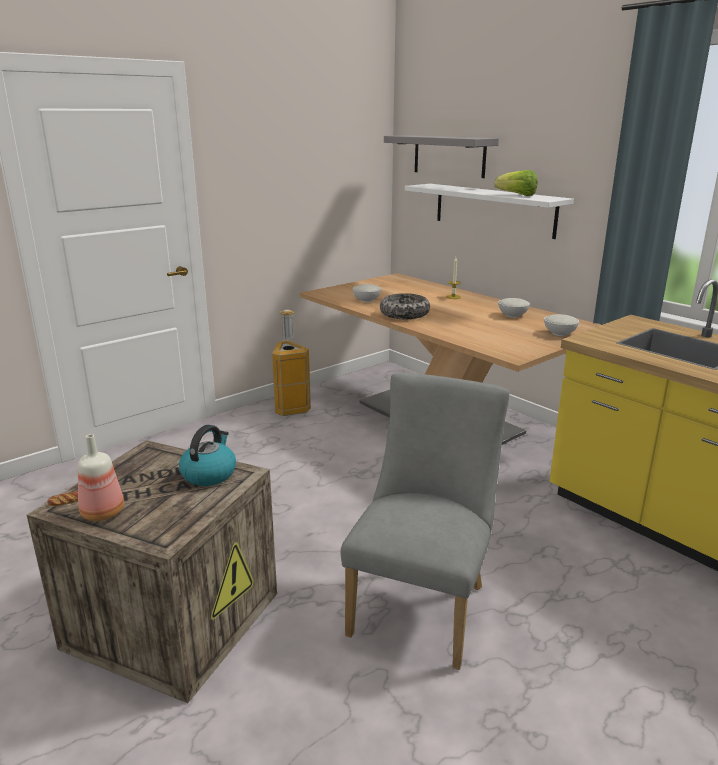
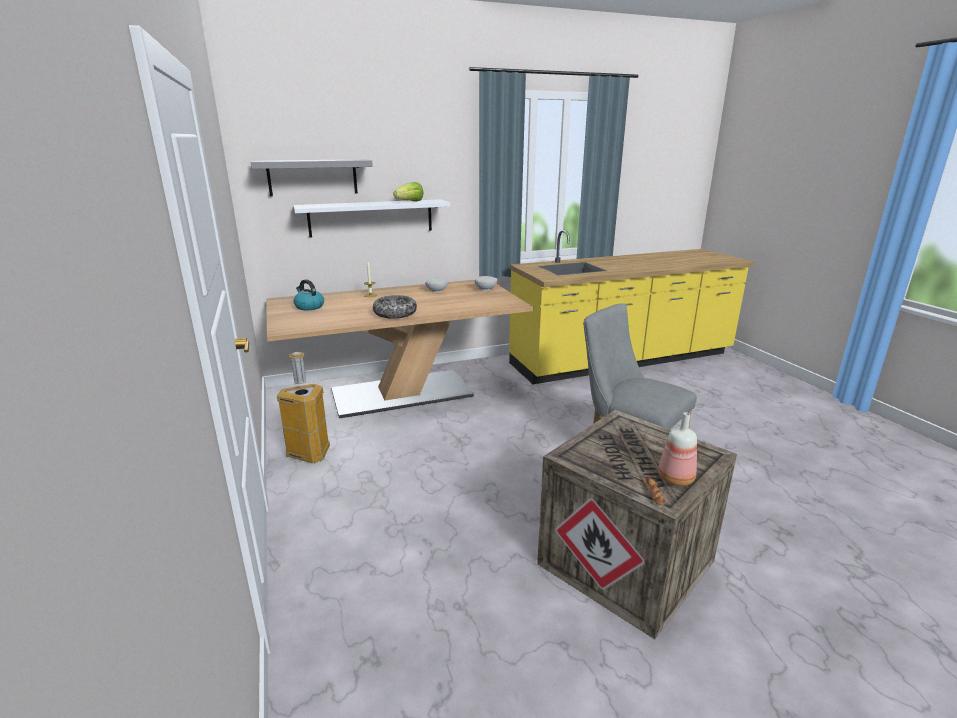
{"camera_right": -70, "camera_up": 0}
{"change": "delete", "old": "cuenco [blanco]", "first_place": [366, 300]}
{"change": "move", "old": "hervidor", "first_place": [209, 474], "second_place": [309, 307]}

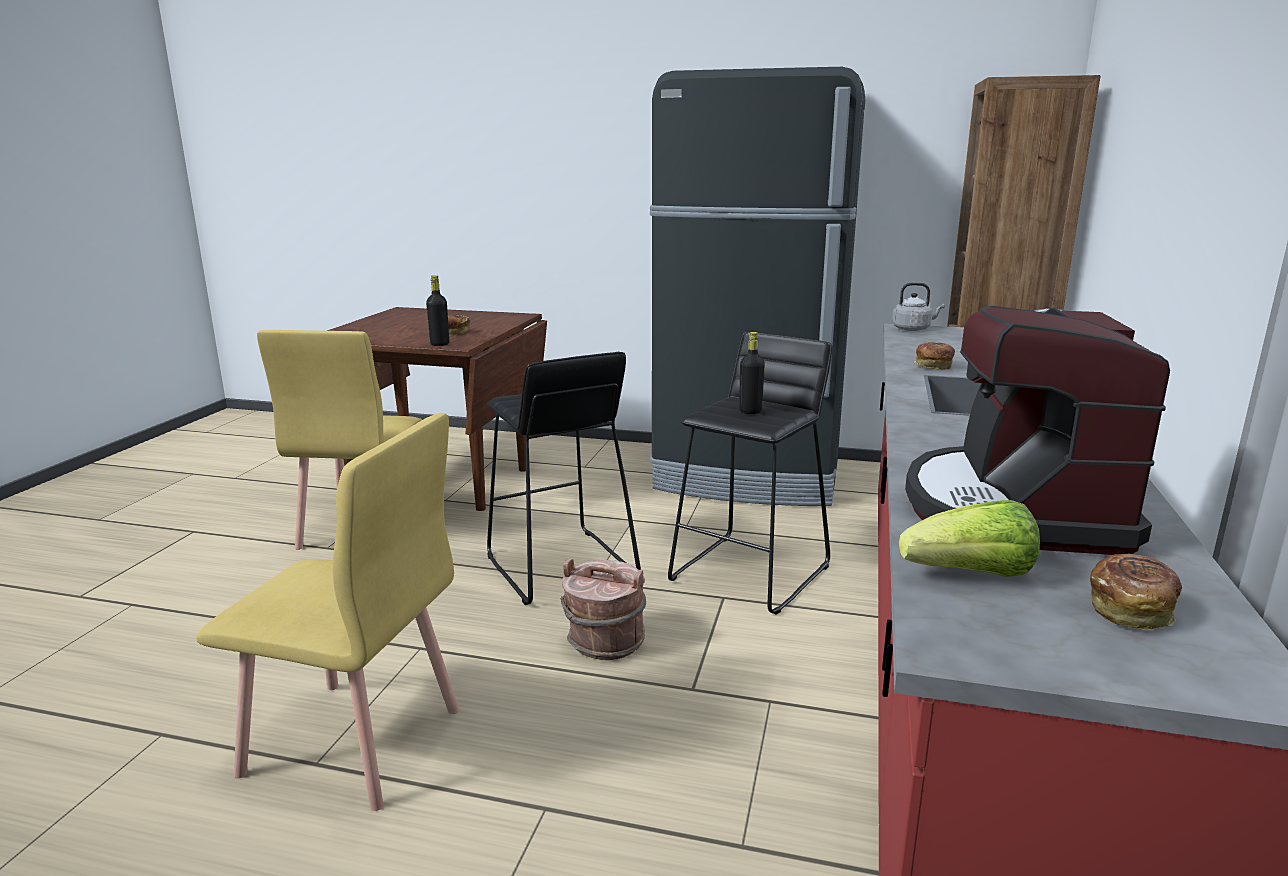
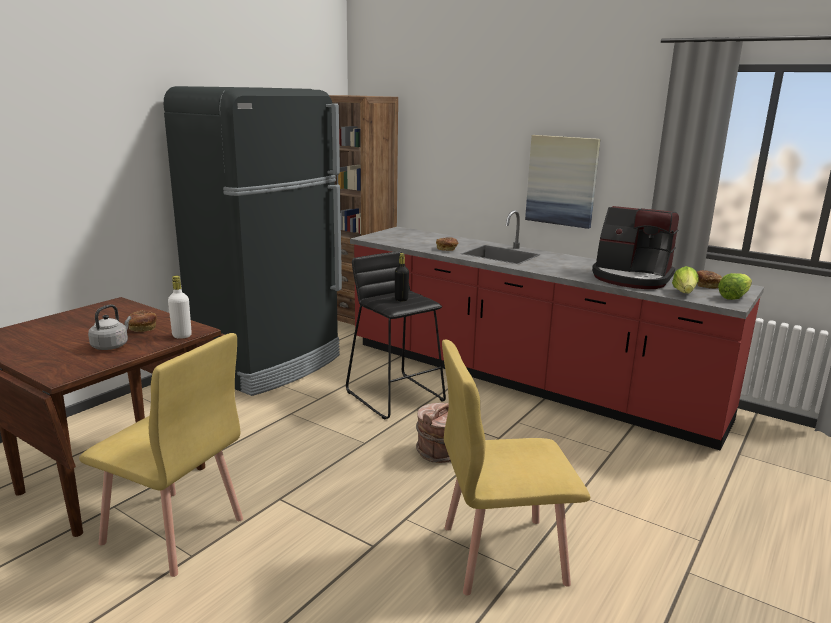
{"camera_right": -70, "camera_up": 0}
{"change": "recolor", "old": "botella [negro]", "new": "botella [blanco]", "first_place": [440, 344], "second_place": [182, 336]}
{"change": "move", "old": "hervidor [gris]", "first_place": [913, 329], "second_place": [111, 346]}
{"change": "delete", "old": "taburete [negro]", "first_place": [559, 567]}
{"change": "rotate", "old": "silla [amarillo]", "first_place": [353, 742], "second_place": [502, 554], "degrees": -135}
{"change": "insert", "new": "cuadro", "second_place": [562, 181]}
{"change": "insert", "new": "lechuga", "second_place": [734, 297]}

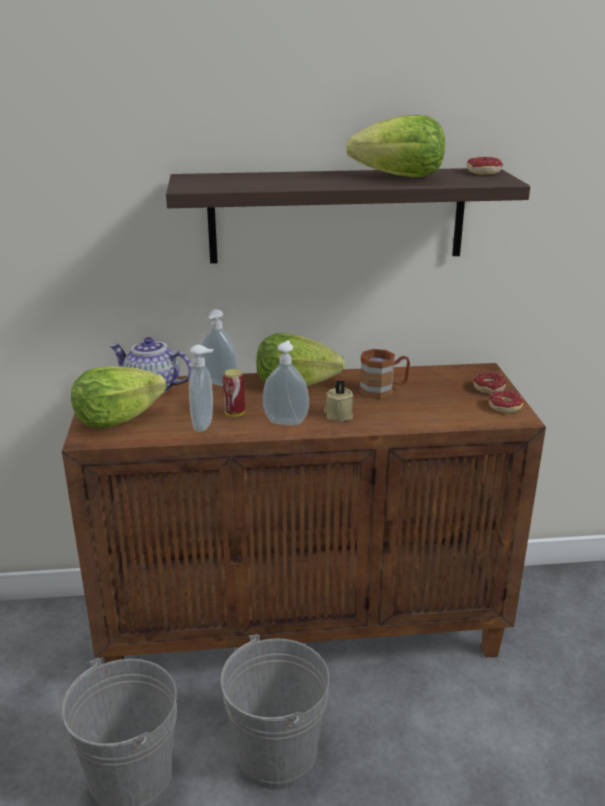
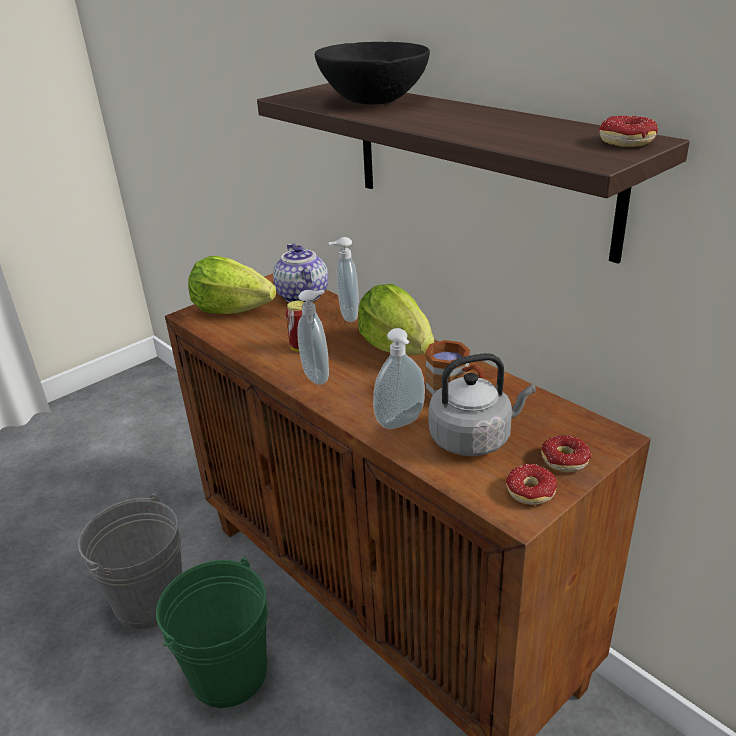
{"camera_right": 55, "camera_up": 5}
{"change": "delete", "old": "lechuga", "first_place": [400, 177]}
{"change": "move", "old": "dispensador de jabón", "first_place": [205, 425], "second_place": [401, 423]}
{"change": "delete", "old": "vela [beis]", "first_place": [338, 415]}
{"change": "recolor", "old": "cubo [gris]", "new": "cubo [verde]", "first_place": [277, 754], "second_place": [229, 672]}
{"change": "insert", "new": "cuenco [negro]", "second_place": [374, 100]}
{"change": "insert", "new": "hervidor [gris]", "second_place": [474, 438]}

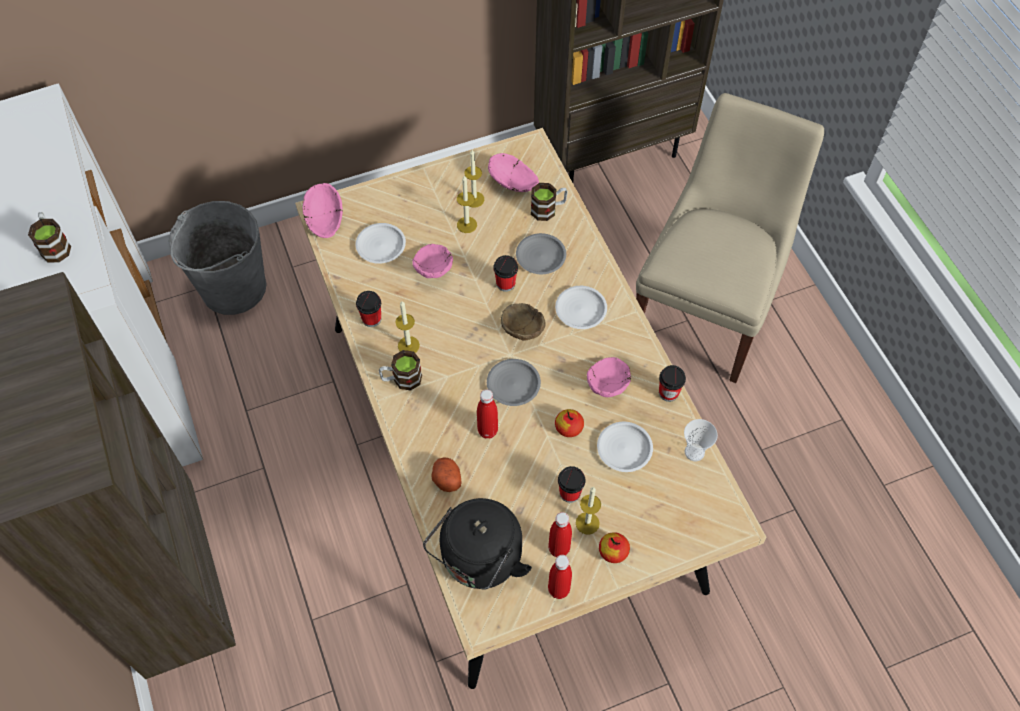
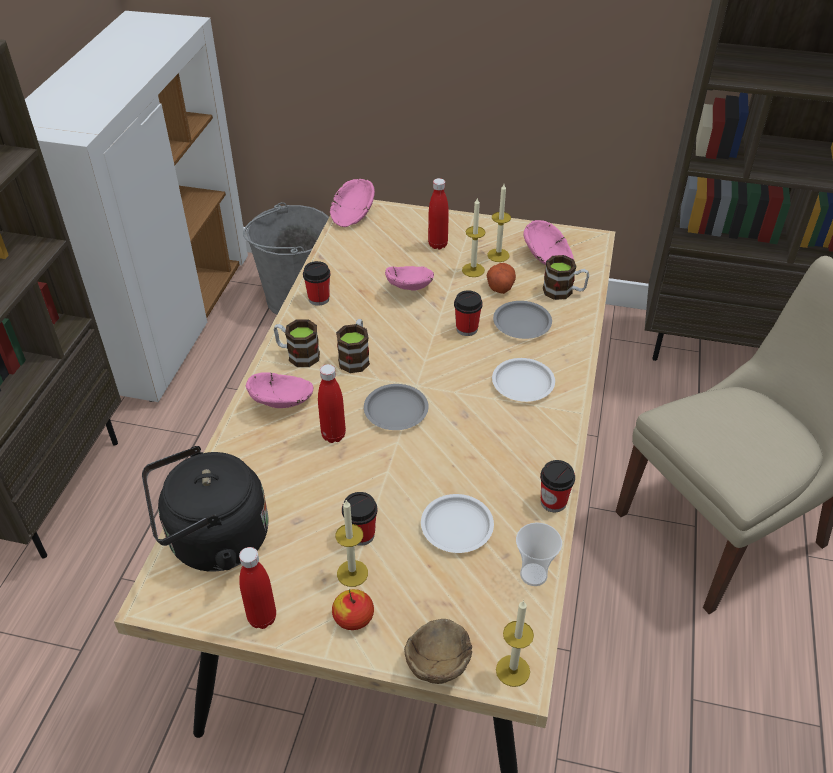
{"camera_right": 35, "camera_up": -15}
{"change": "move", "old": "taza grande", "first_place": [54, 245], "second_place": [355, 357]}
{"change": "delete", "old": "plato [blanco]", "first_place": [381, 246]}
{"change": "move", "old": "vela", "first_place": [408, 345], "second_place": [512, 670]}
{"change": "move", "old": "cuenco [marrón]", "first_place": [522, 327], "second_place": [440, 660]}
{"change": "move", "old": "cuenco [rosa]", "first_place": [609, 383], "second_place": [284, 402]}
{"change": "delete", "old": "manzana", "first_place": [568, 428]}
{"change": "move", "old": "patata", "first_place": [446, 479], "second_place": [500, 285]}
{"change": "move", "old": "botella [rojo]", "first_place": [559, 548], "second_place": [437, 244]}

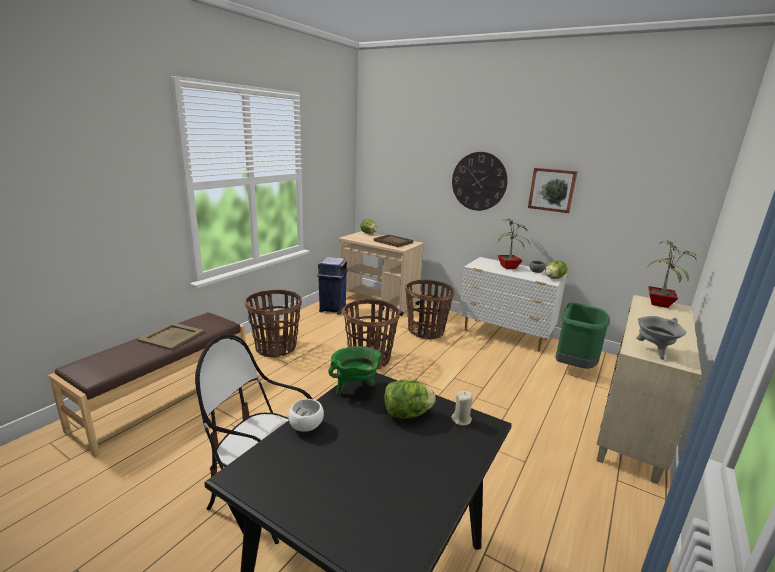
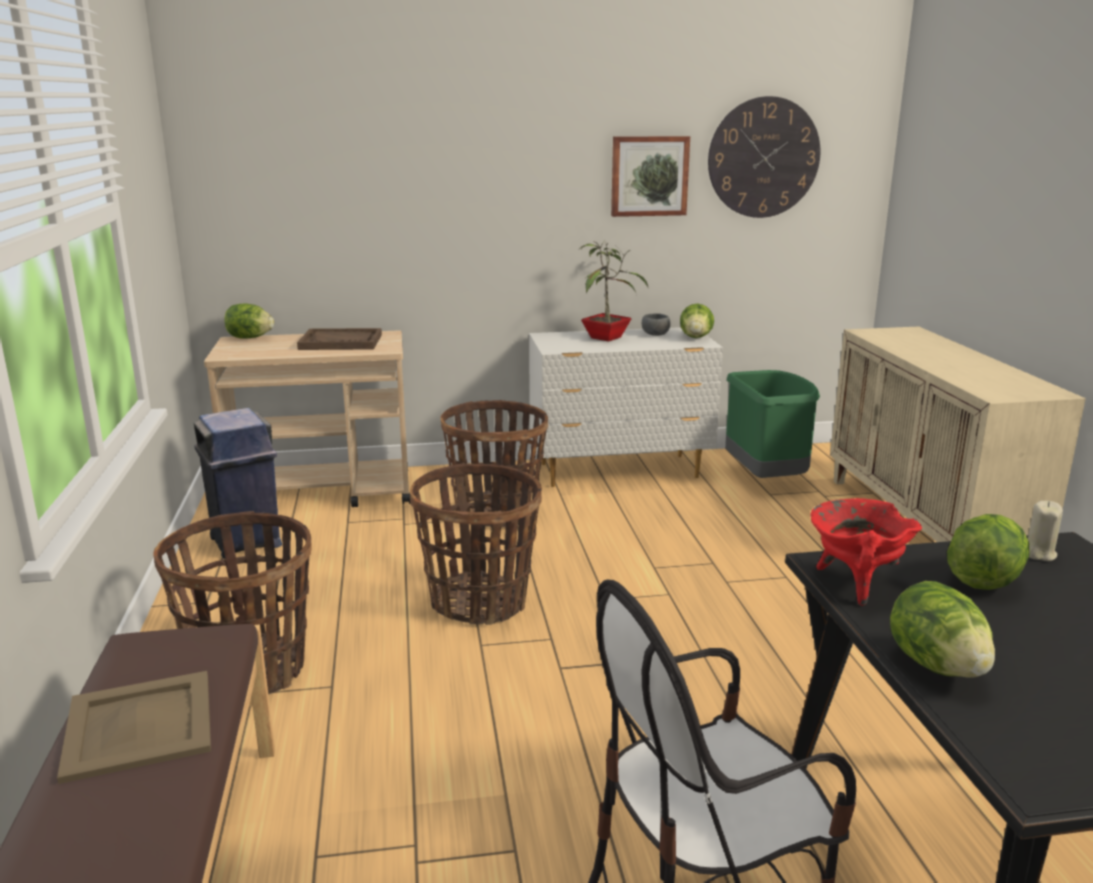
{"camera_right": -40, "camera_up": 0}
{"change": "move", "old": "reloj de pared", "first_place": [479, 181], "second_place": [763, 158]}
{"change": "delete", "old": "planta en maceta", "first_place": [660, 304]}
{"change": "delete", "old": "olla [gris]", "first_place": [654, 351]}
{"change": "recolor", "old": "olla [verde]", "new": "olla [rojo]", "first_place": [355, 387], "second_place": [855, 583]}
{"change": "replace", "old": "cuenco [blanco]", "new": "lechuga", "first_place": [307, 426], "second_place": [937, 666]}

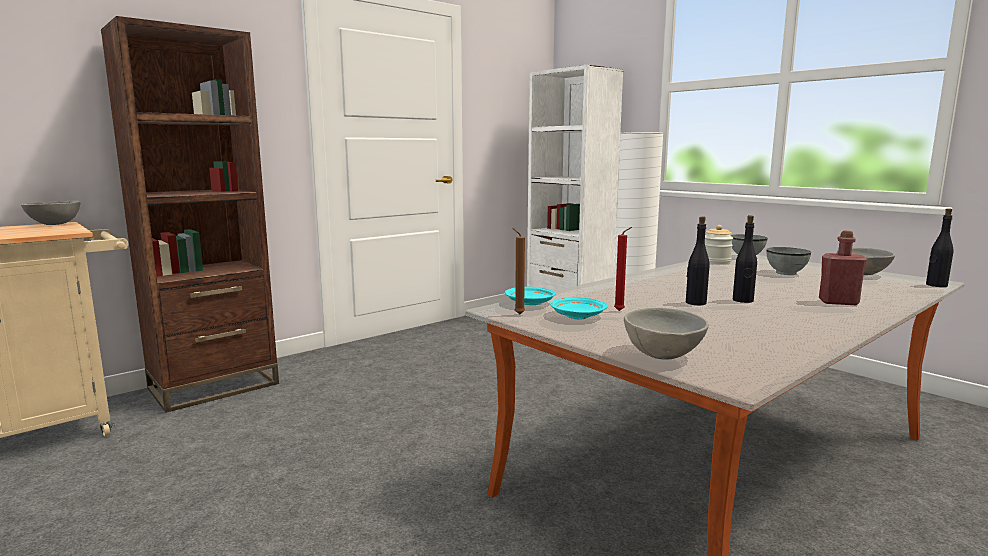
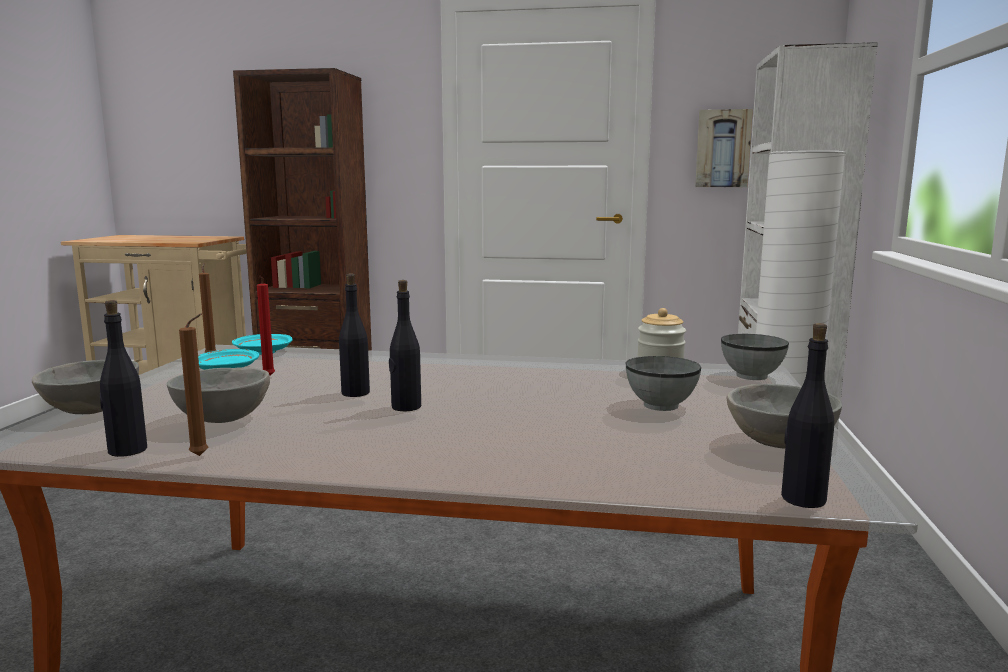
{"camera_right": 50, "camera_up": 0}
{"change": "move", "old": "cuenco [gris]", "first_place": [53, 224], "second_place": [221, 419]}
{"change": "delete", "old": "botella [rojo]", "first_place": [838, 302]}
{"change": "insert", "new": "cuadro", "second_place": [722, 149]}
{"change": "insert", "new": "botella [negro]", "second_place": [127, 450]}
{"change": "insert", "new": "vela [marrón]", "second_place": [202, 456]}

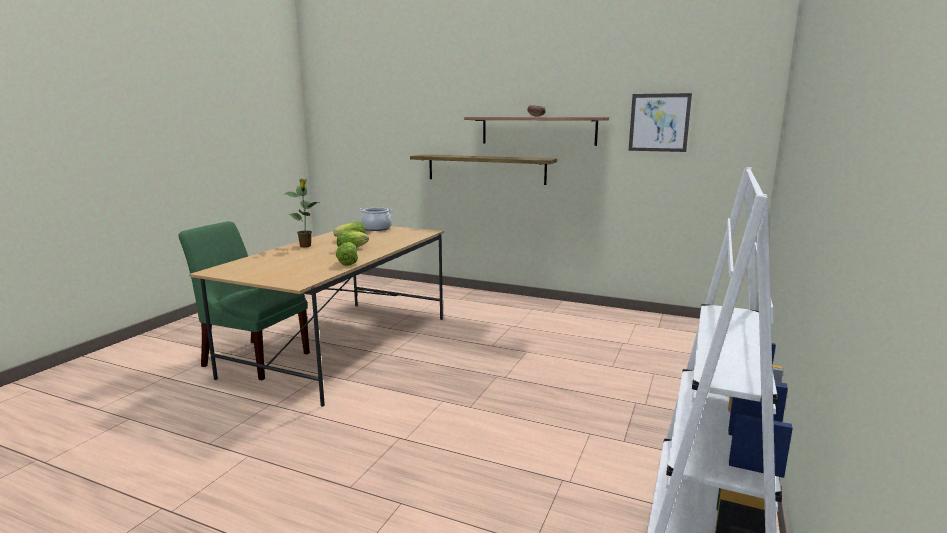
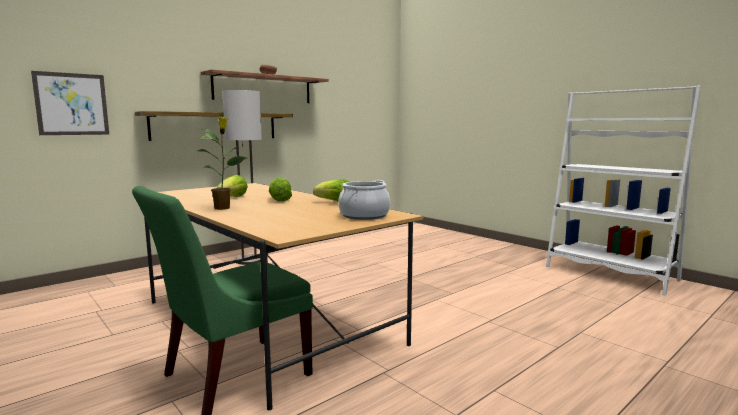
{"camera_right": -65, "camera_up": -5}
{"change": "move", "old": "cuadro", "first_place": [659, 122], "second_place": [72, 104]}
{"change": "move", "old": "olla", "first_place": [376, 228], "second_place": [364, 215]}
{"change": "insert", "new": "lámpara de pie", "second_place": [249, 260]}

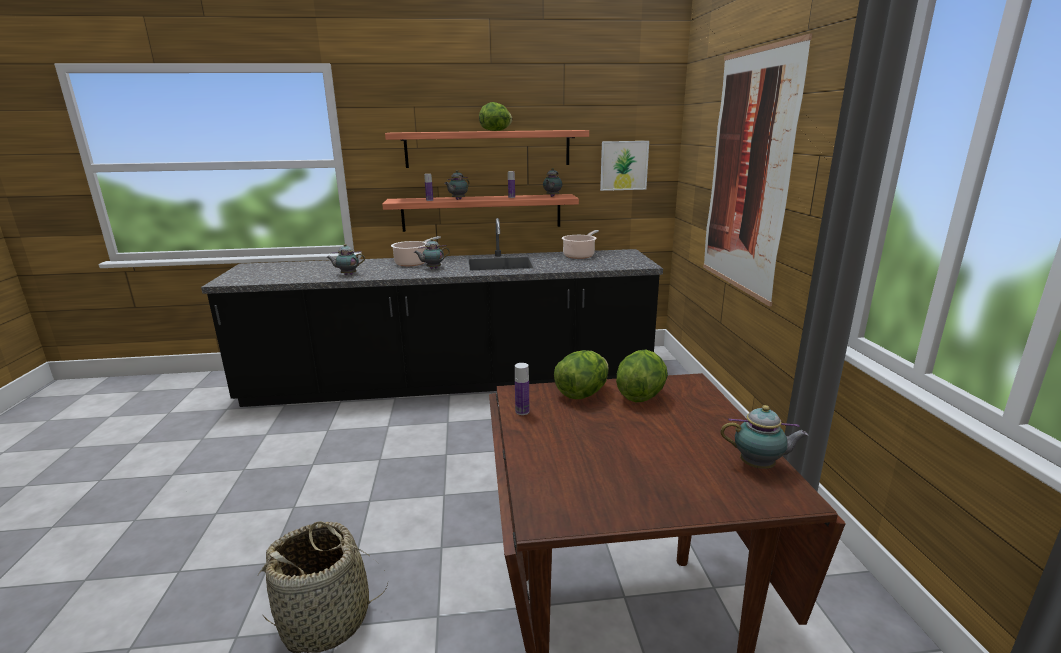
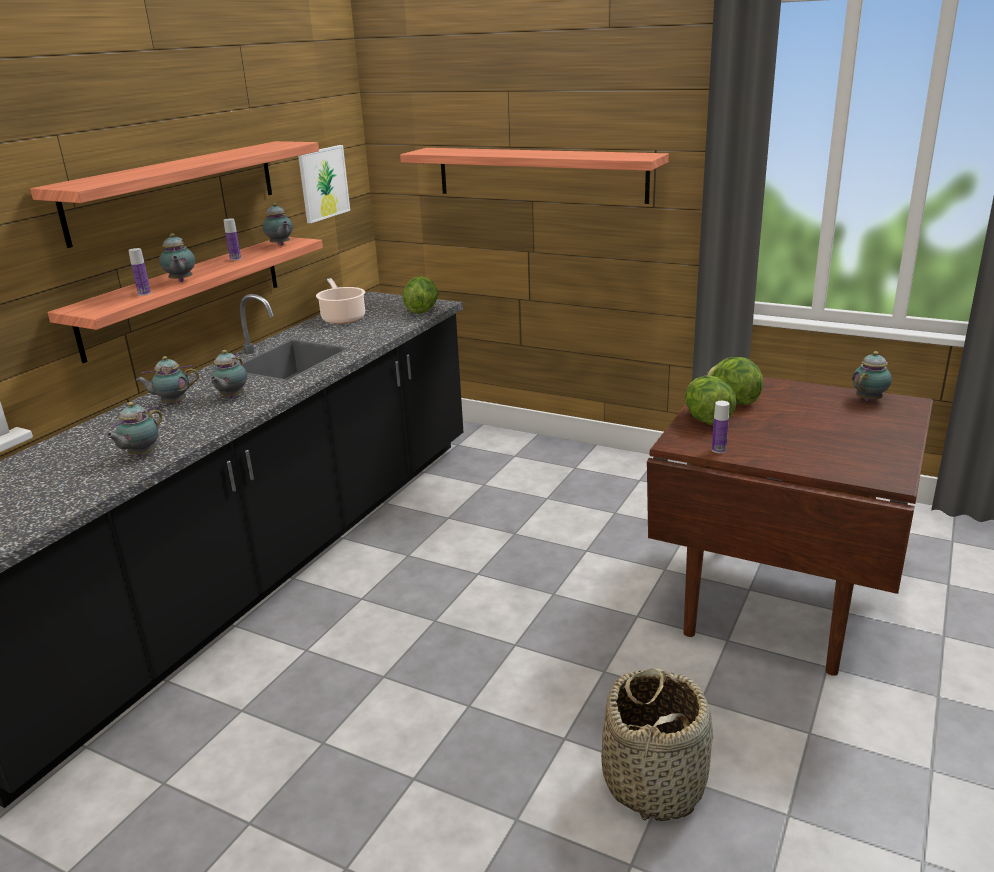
{"camera_right": -55, "camera_up": 5}
{"change": "replace", "old": "cuadro", "new": "estante", "first_place": [747, 174], "second_place": [540, 174]}
{"change": "move", "old": "lechuga", "first_place": [496, 130], "second_place": [422, 311]}
{"change": "replace", "old": "olla", "new": "tetera", "first_place": [413, 263], "second_place": [172, 403]}

